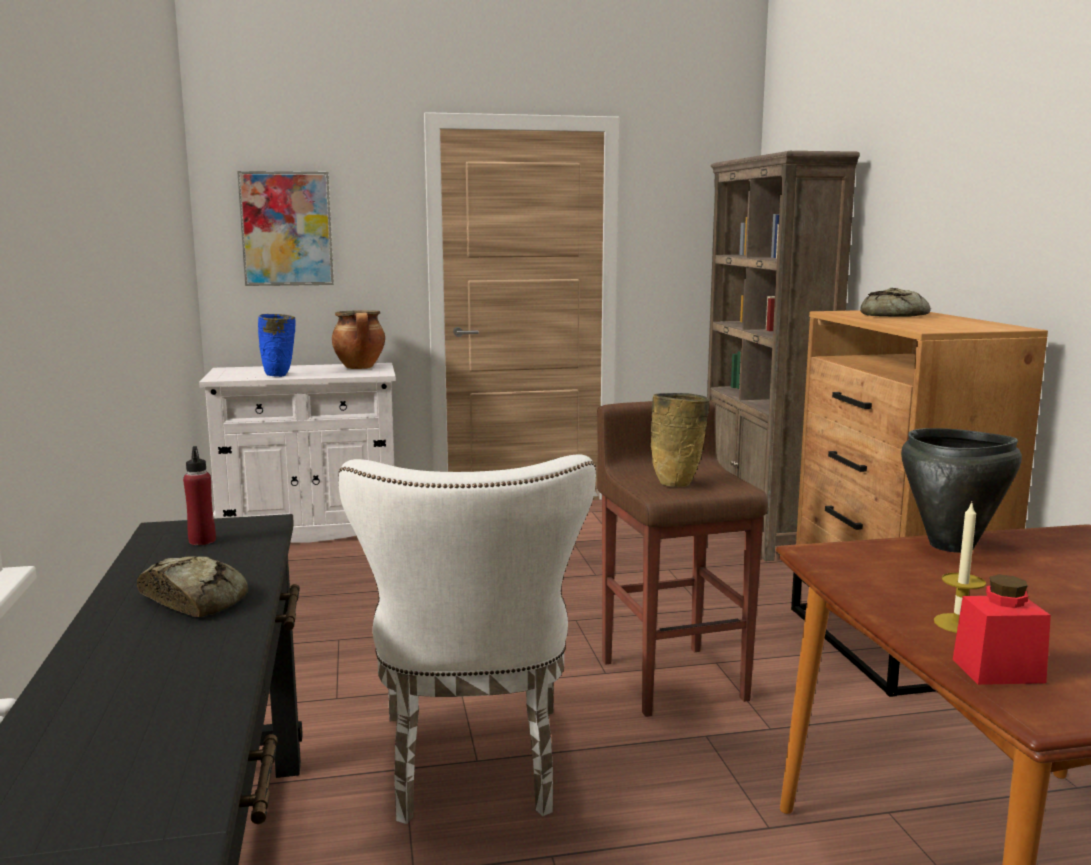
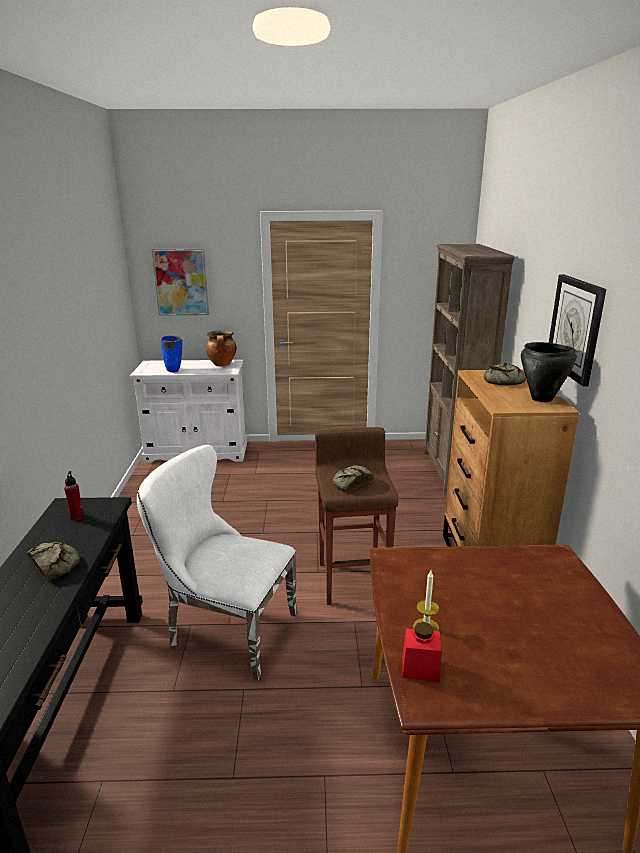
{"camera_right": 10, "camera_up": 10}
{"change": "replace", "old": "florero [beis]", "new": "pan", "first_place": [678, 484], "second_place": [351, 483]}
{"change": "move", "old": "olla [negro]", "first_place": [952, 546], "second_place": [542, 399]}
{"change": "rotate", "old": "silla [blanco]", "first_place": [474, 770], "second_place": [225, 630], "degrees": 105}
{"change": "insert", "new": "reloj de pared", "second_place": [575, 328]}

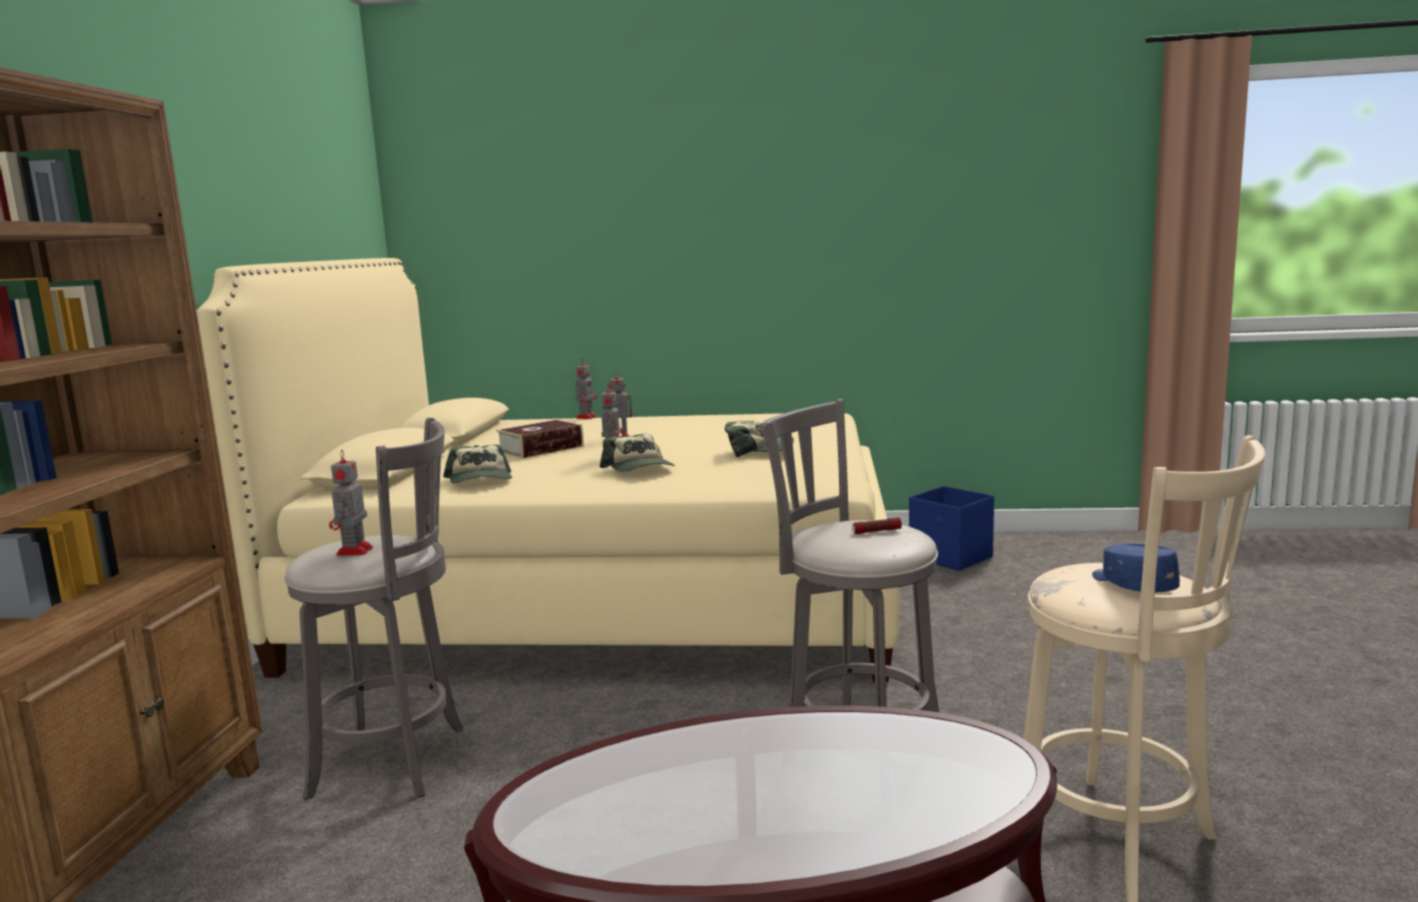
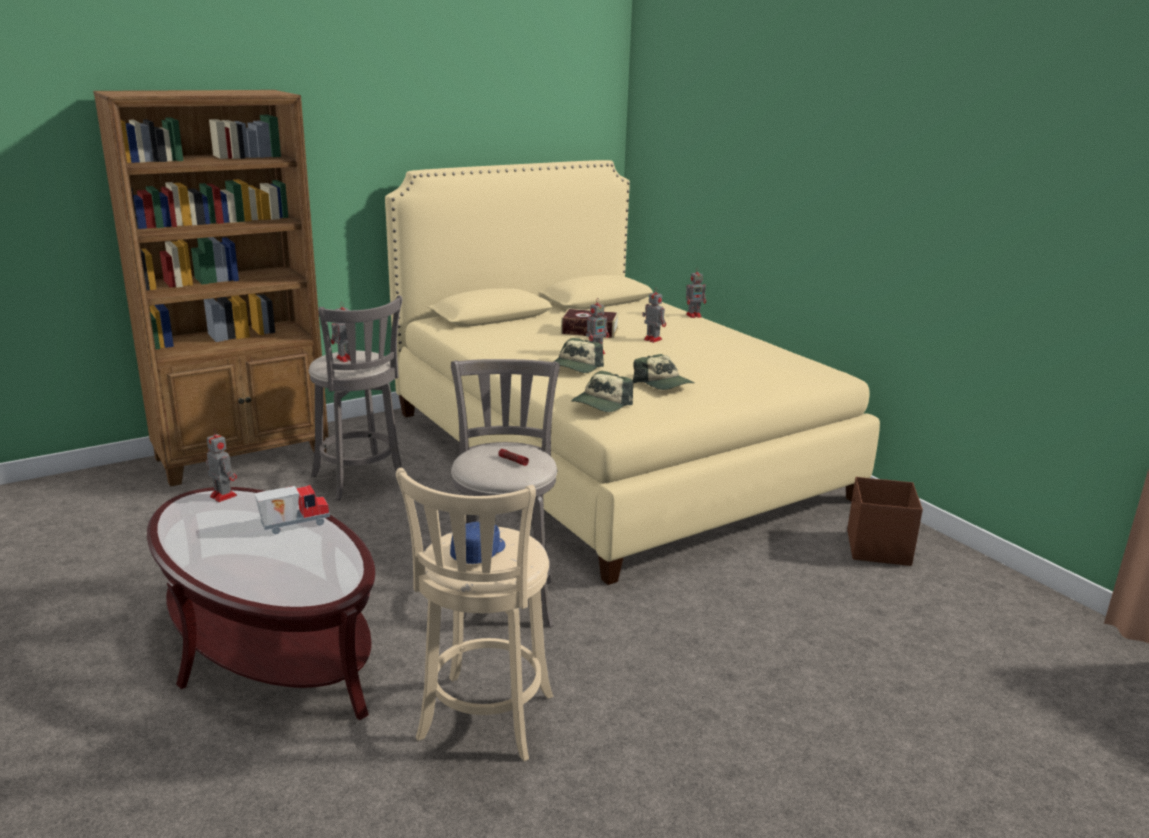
{"camera_right": 50, "camera_up": 10}
{"change": "move", "old": "gorra", "first_place": [480, 480], "second_place": [601, 404]}
{"change": "recolor", "old": "caja de almacenaje [azul]", "new": "caja de almacenaje [marrón]", "first_place": [951, 558], "second_place": [877, 548]}
{"change": "insert", "new": "robot de juguete", "second_place": [222, 495]}
{"change": "insert", "new": "camión de juguete", "second_place": [294, 524]}

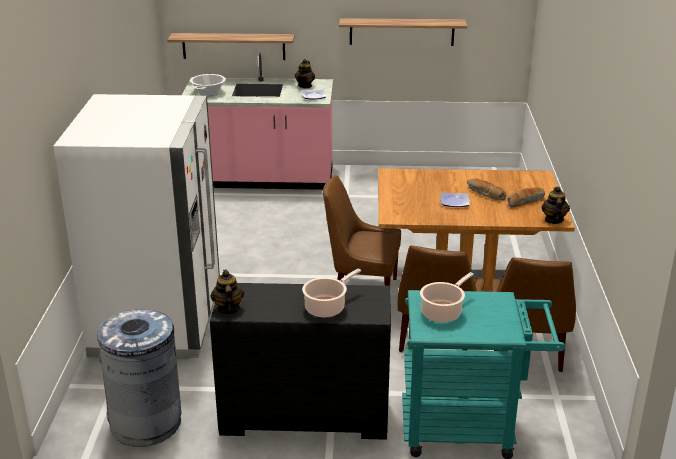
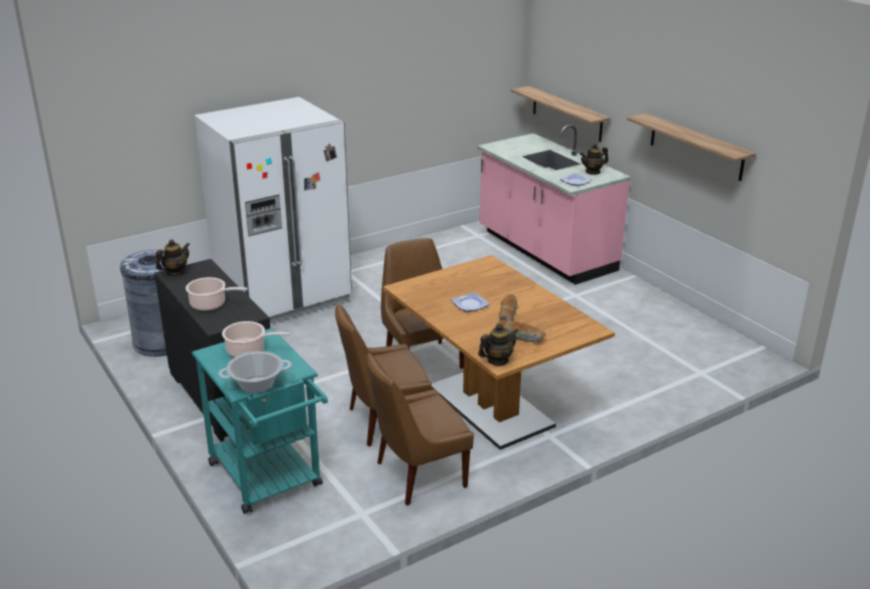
{"camera_right": 55, "camera_up": 0}
{"change": "move", "old": "olla", "first_place": [209, 93], "second_place": [256, 385]}

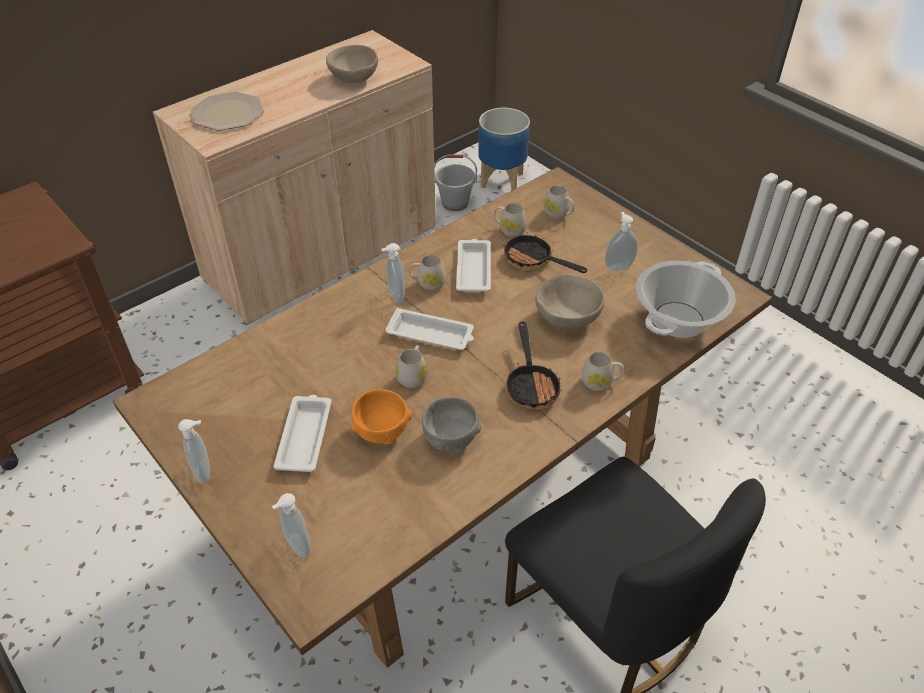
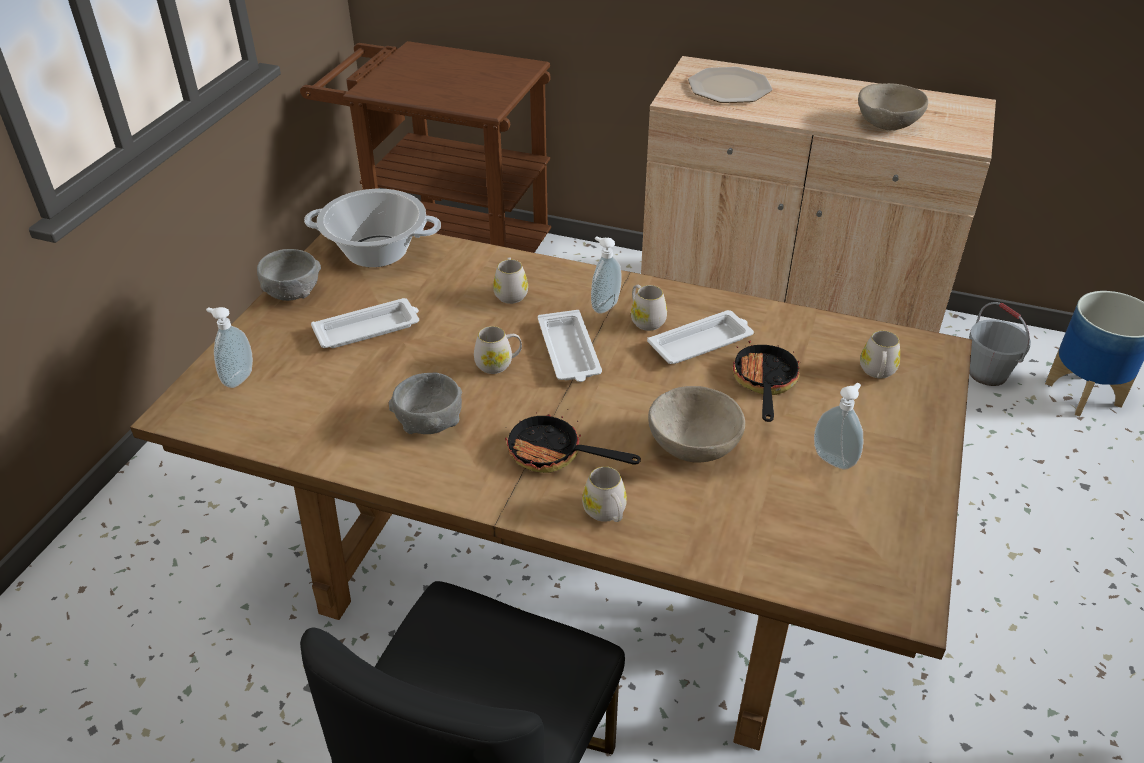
{"camera_right": 60, "camera_up": -5}
{"change": "move", "old": "taza grande [blanco]", "first_place": [509, 229], "second_place": [511, 293]}
{"change": "move", "old": "olla", "first_place": [678, 320], "second_place": [376, 252]}
{"change": "rotate", "old": "sartén", "first_place": [531, 385], "second_place": [555, 455], "degrees": 60}
{"change": "delete", "old": "cuenco [naranja]", "first_place": [381, 430]}
{"change": "replace", "old": "dispensador de jabón", "new": "cuenco [gris]", "first_place": [205, 471], "second_place": [292, 293]}

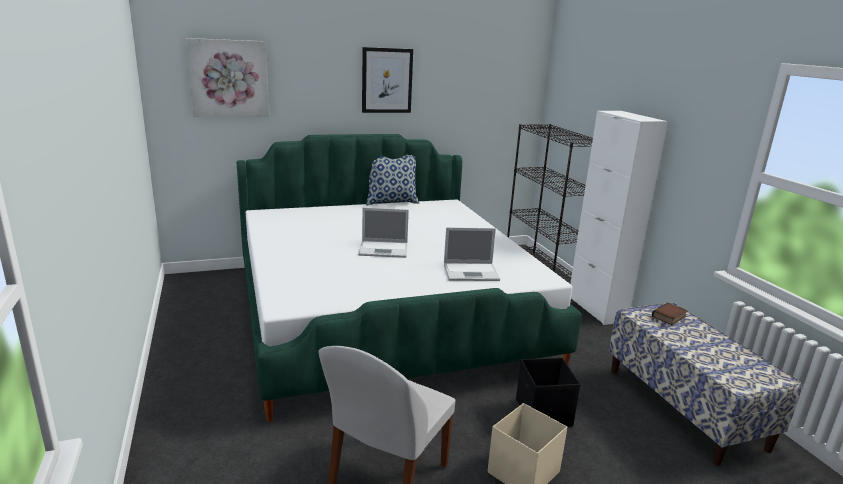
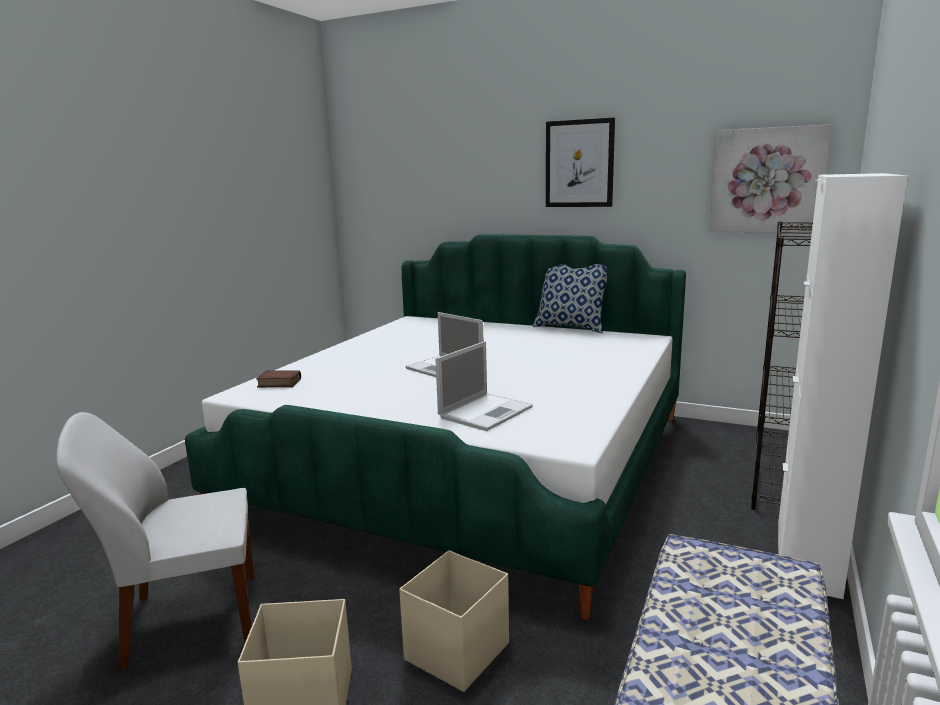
{"camera_right": 45, "camera_up": -5}
{"change": "move", "old": "cuadro", "first_place": [229, 78], "second_place": [767, 180]}
{"change": "rotate", "old": "portátil", "first_place": [472, 272], "second_place": [486, 412], "degrees": -90}
{"change": "move", "old": "libro", "first_place": [669, 317], "second_place": [278, 383]}
{"change": "recolor", "old": "caja de almacenaje [negro]", "new": "caja de almacenaje [beis]", "first_place": [543, 413], "second_place": [455, 652]}

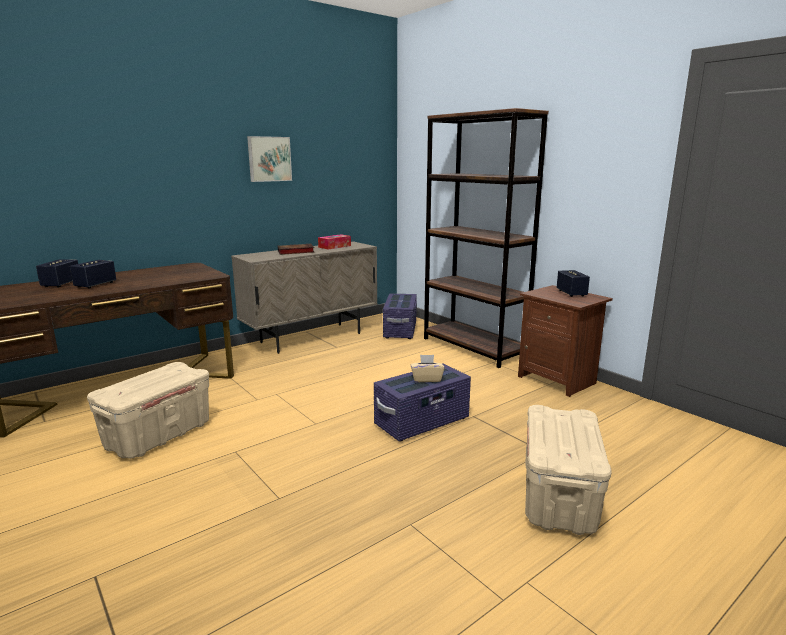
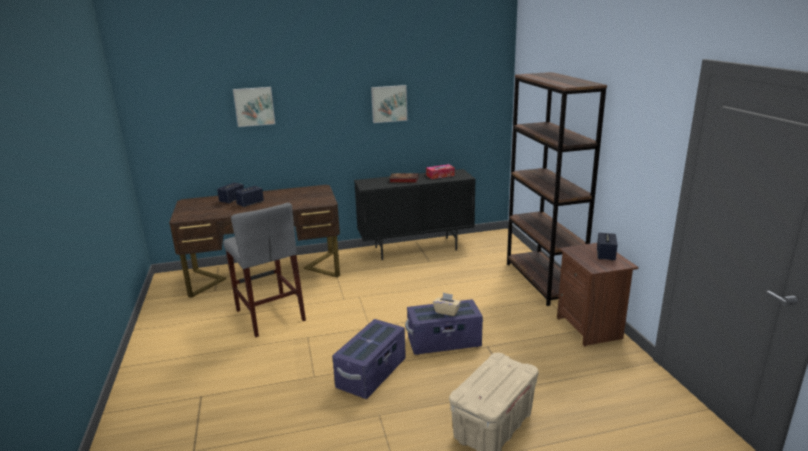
{"camera_right": 25, "camera_up": 5}
{"change": "recolor", "old": "armario [beis]", "new": "armario [negro]", "first_place": [311, 338], "second_place": [416, 248]}
{"change": "move", "old": "caja de almacenaje [morado]", "first_place": [400, 330], "second_place": [372, 374]}
{"change": "replace", "old": "caja de almacenaje [beis]", "new": "taburete [gris]", "first_place": [158, 436], "second_place": [270, 315]}
{"change": "insert", "new": "cuadro", "second_place": [254, 106]}

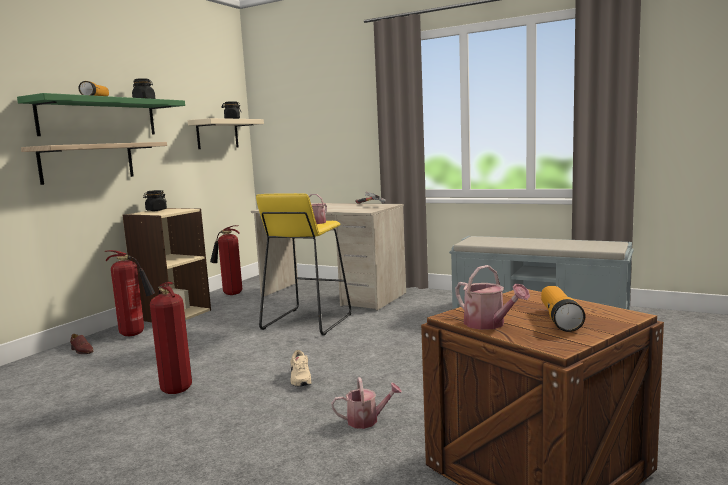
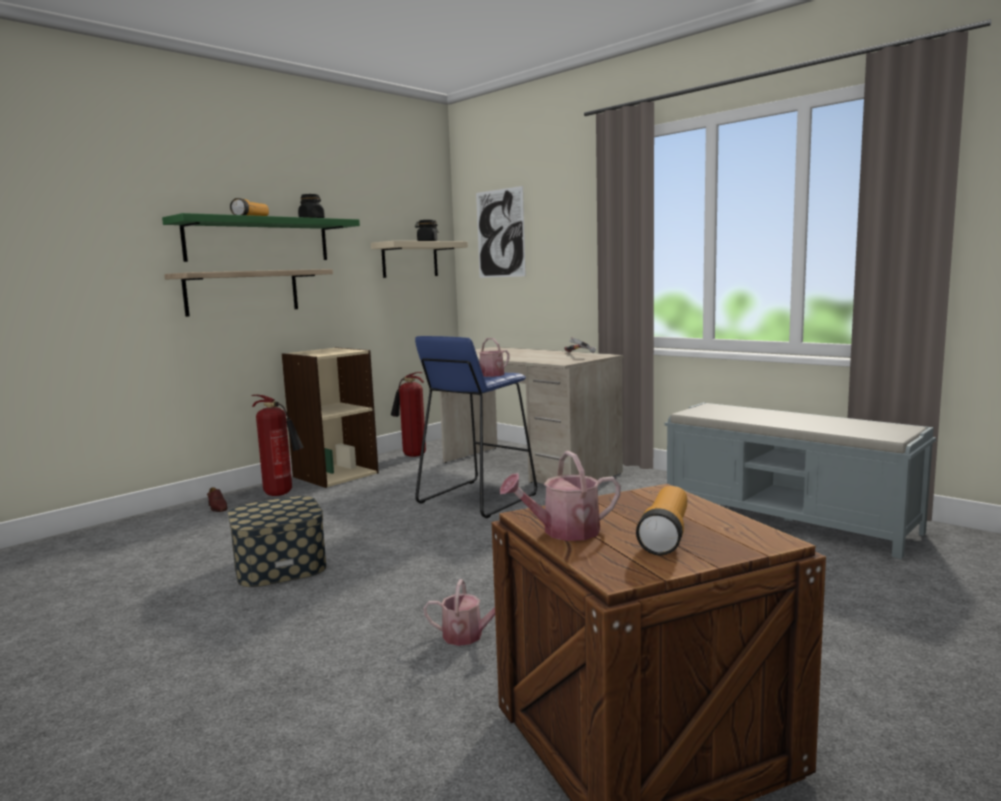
{"camera_right": 15, "camera_up": 0}
{"change": "delete", "old": "tarro [negro]", "first_place": [156, 210]}
{"change": "recolor", "old": "taburete [amarillo]", "new": "taburete [azul]", "first_place": [306, 322], "second_place": [476, 499]}
{"change": "rotate", "old": "regadera", "first_place": [489, 324], "second_place": [563, 532], "degrees": 90}
{"change": "replace", "old": "extintor", "new": "caja de almacenaje", "first_place": [174, 390], "second_place": [280, 565]}
{"change": "delete", "old": "zapato [beis]", "first_place": [300, 379]}
{"change": "insert", "new": "cuadro", "second_place": [500, 233]}

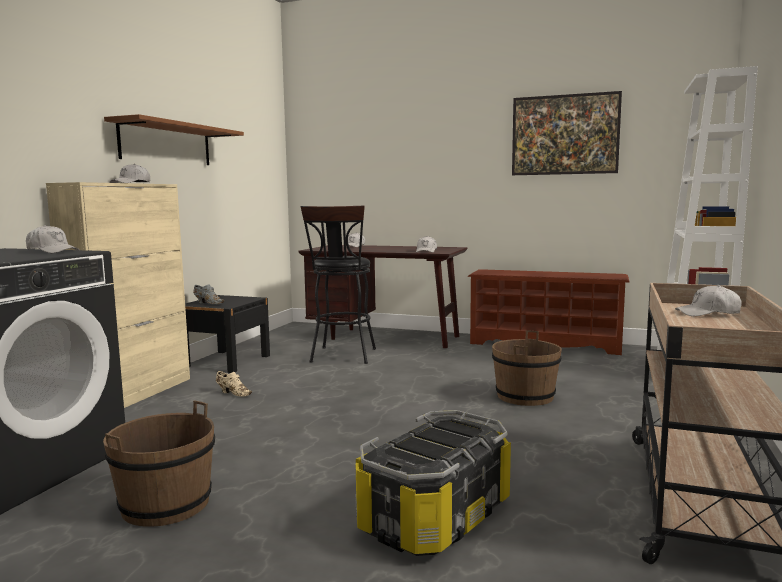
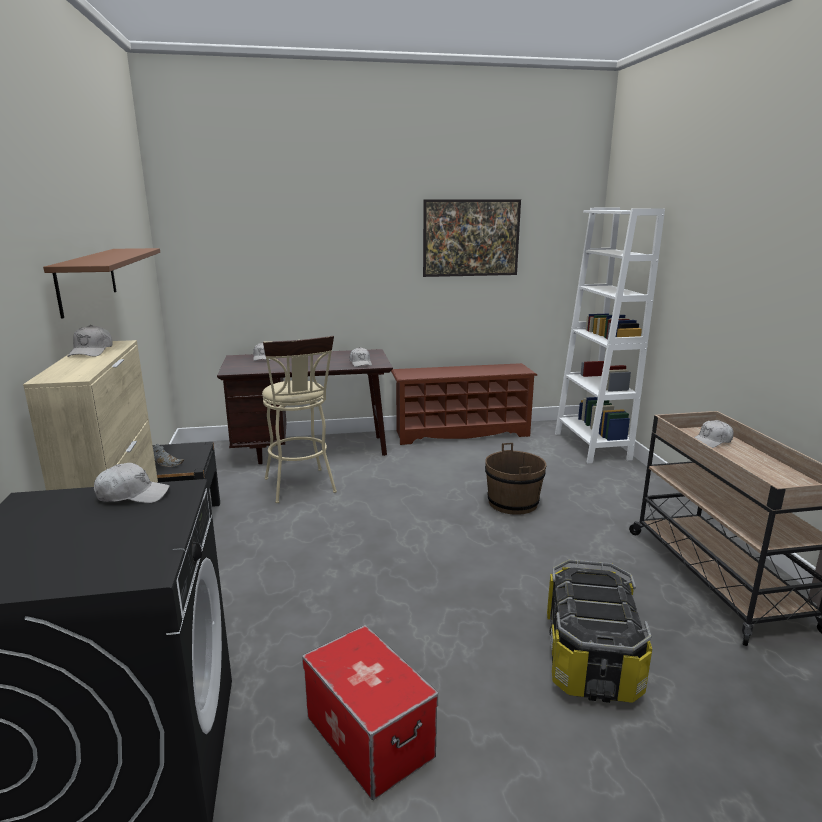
{"camera_right": -30, "camera_up": 10}
{"change": "recolor", "old": "taburete [negro]", "new": "taburete [beis]", "first_place": [342, 357], "second_place": [301, 488]}
{"change": "delete", "old": "zapato [beis]", "first_place": [233, 393]}
{"change": "replace", "old": "cubo [marrón]", "new": "caja de almacenaje", "first_place": [166, 504], "second_place": [370, 736]}

